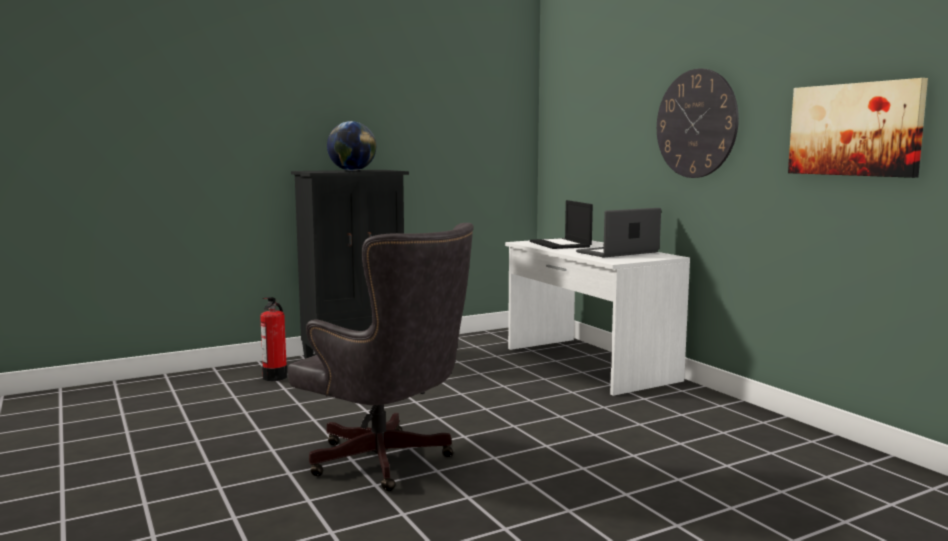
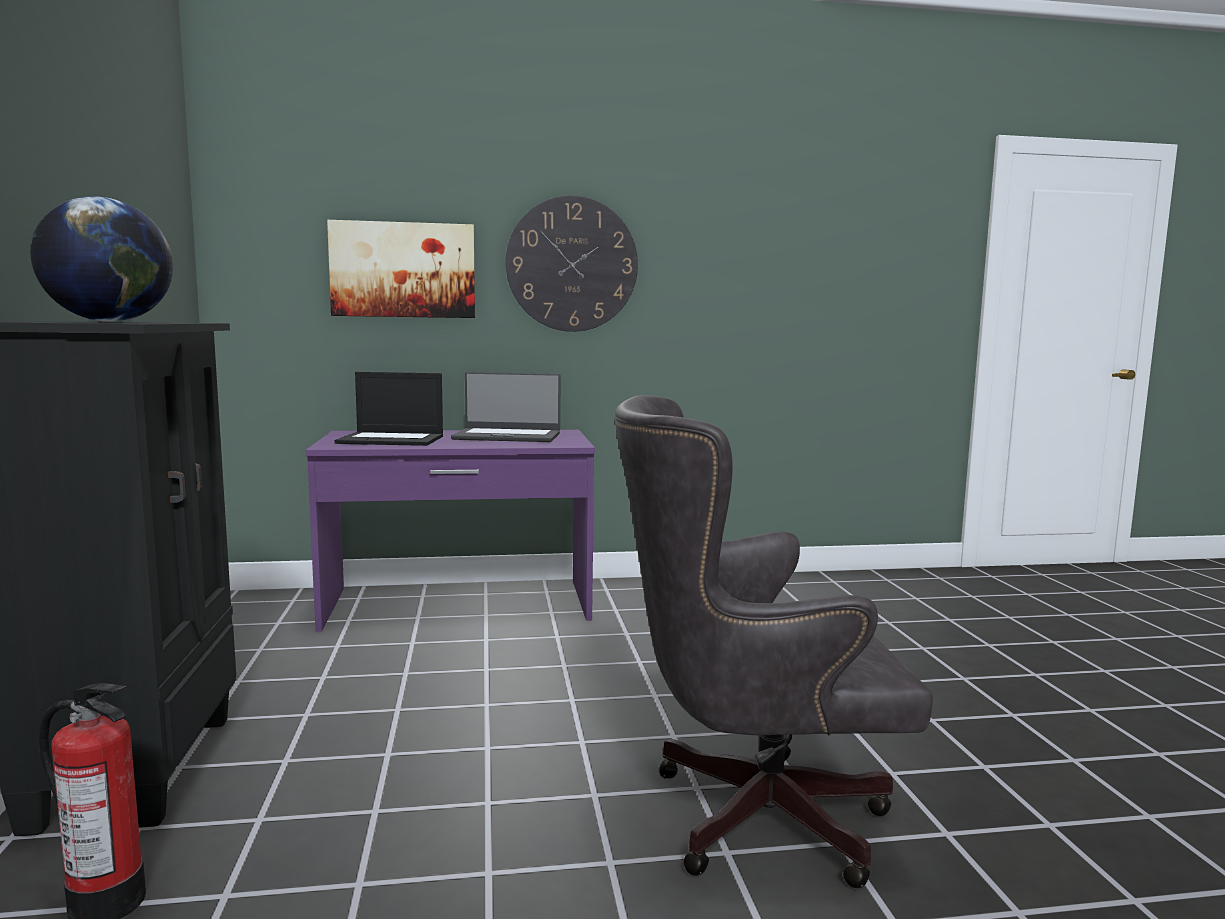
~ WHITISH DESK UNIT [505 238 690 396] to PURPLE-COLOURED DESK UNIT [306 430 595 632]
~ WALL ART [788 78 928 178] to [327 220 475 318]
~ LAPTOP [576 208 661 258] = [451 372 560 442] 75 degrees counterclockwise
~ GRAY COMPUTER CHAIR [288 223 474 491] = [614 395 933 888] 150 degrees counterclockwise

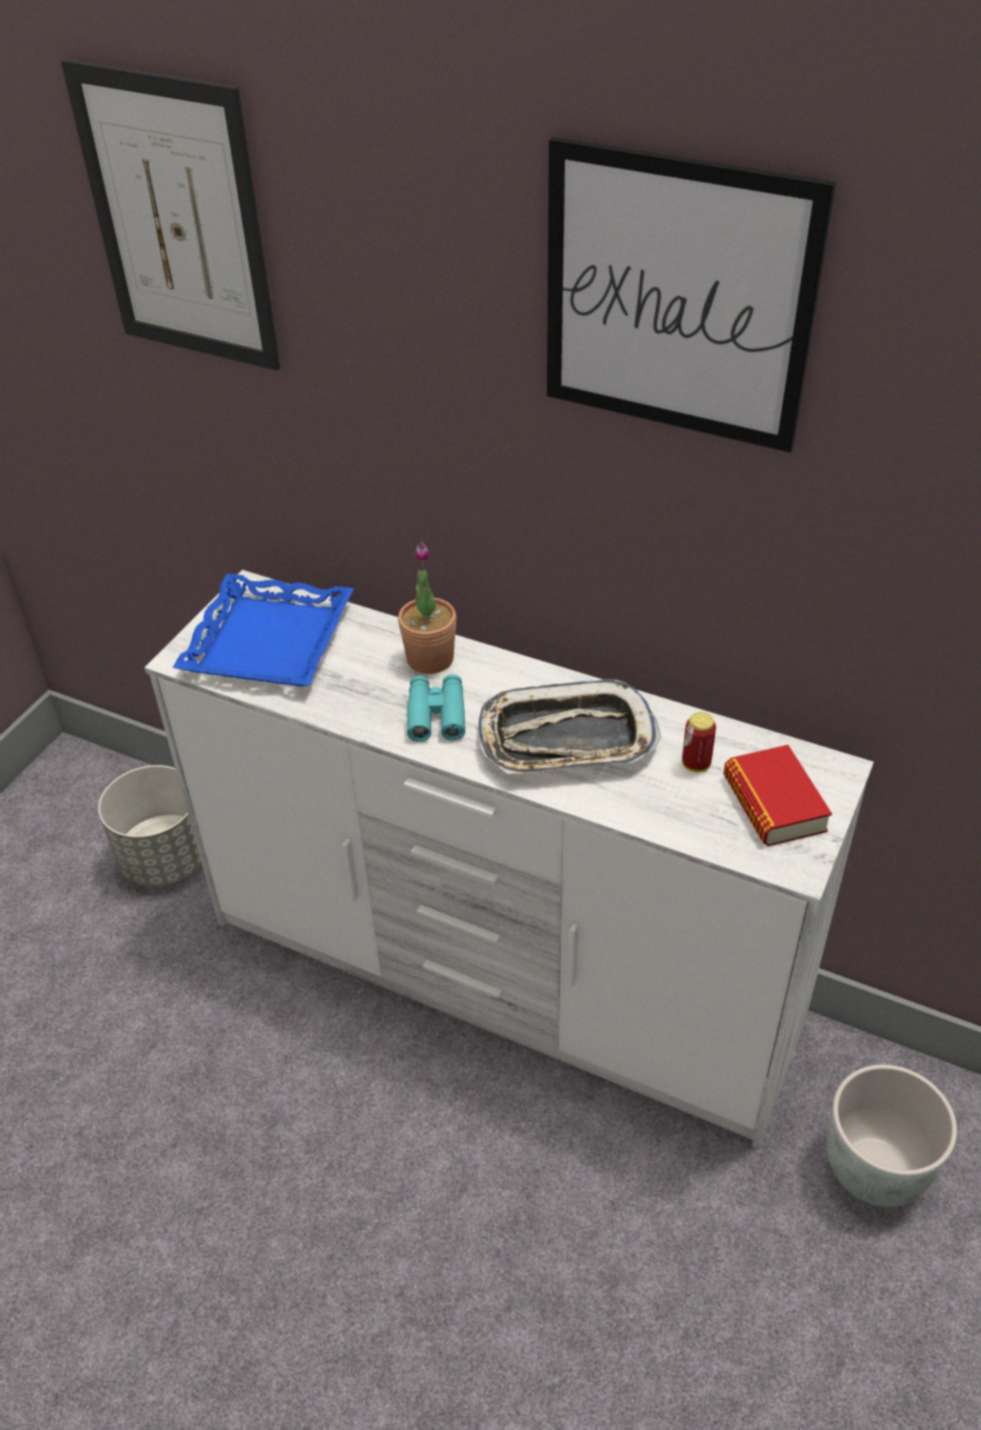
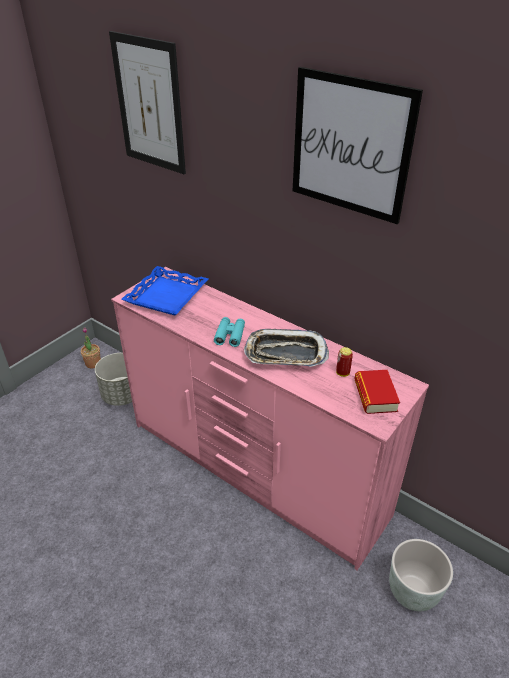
~ PLANT IN A POT [398 542 456 674] to [81 327 101 368]
~ WHITISH DRESSER [144 570 874 1148] to PINK-COLOURED DRESSER [111 267 429 570]

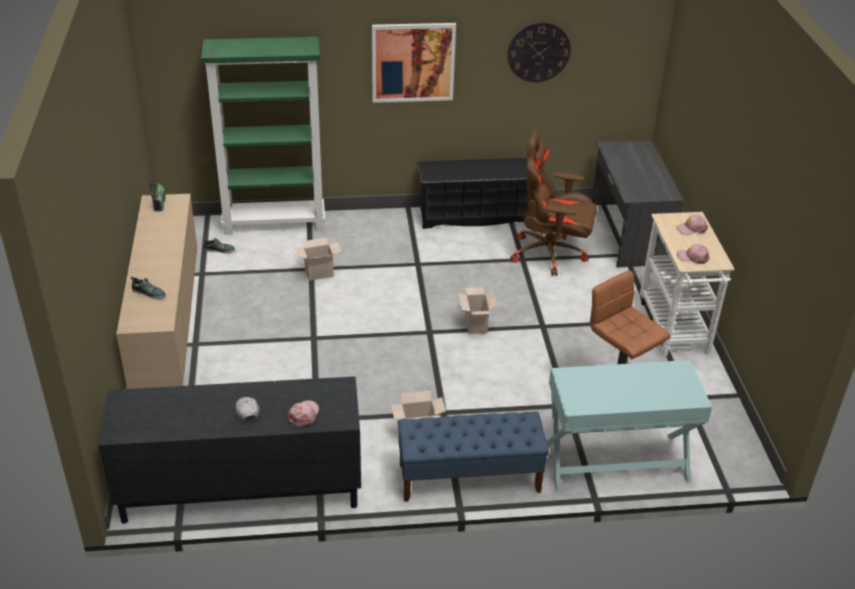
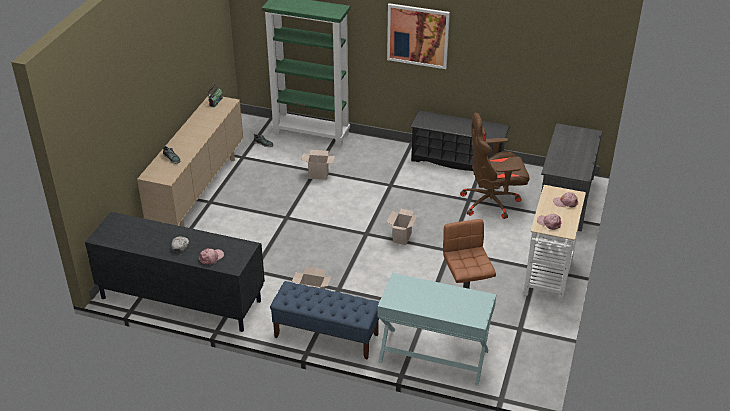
~ BROWN-COLOURED COMPUTER CHAIR [510 130 597 276] = [460 112 530 219] 45 degrees counterclockwise
- HANGING CLOCK [507 22 571 82]

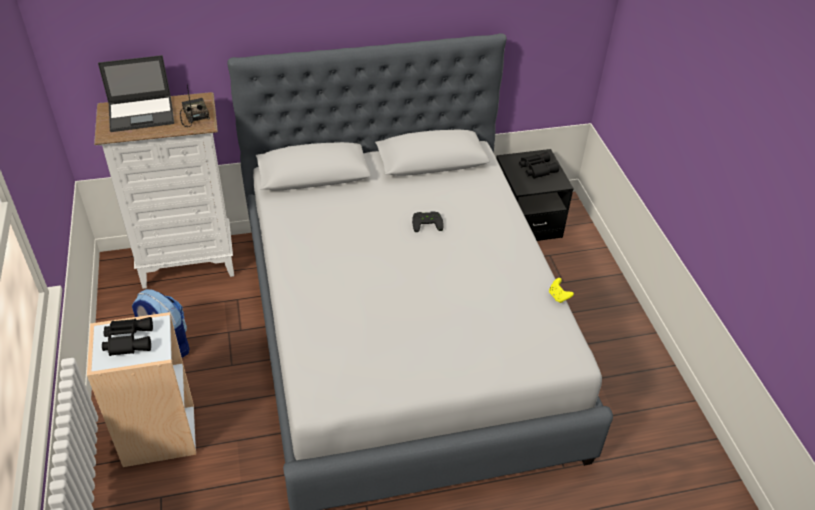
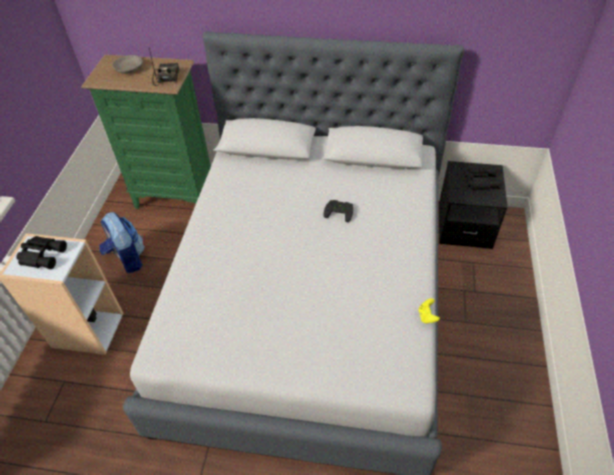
~ WHITISH DRESSER [94 92 234 289] to GREEN DRESSER [81 55 211 209]
~ LAPTOP [98 55 174 132] to GRAY BOWL [112 55 143 74]

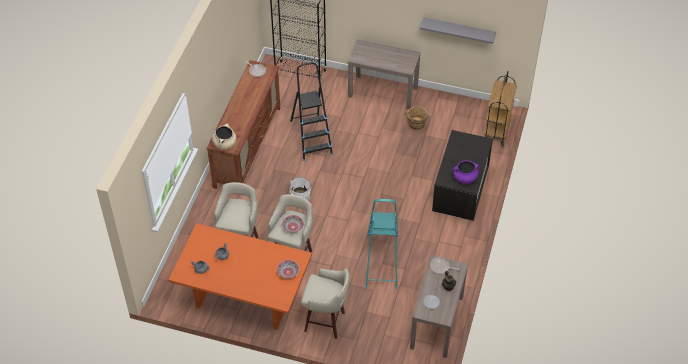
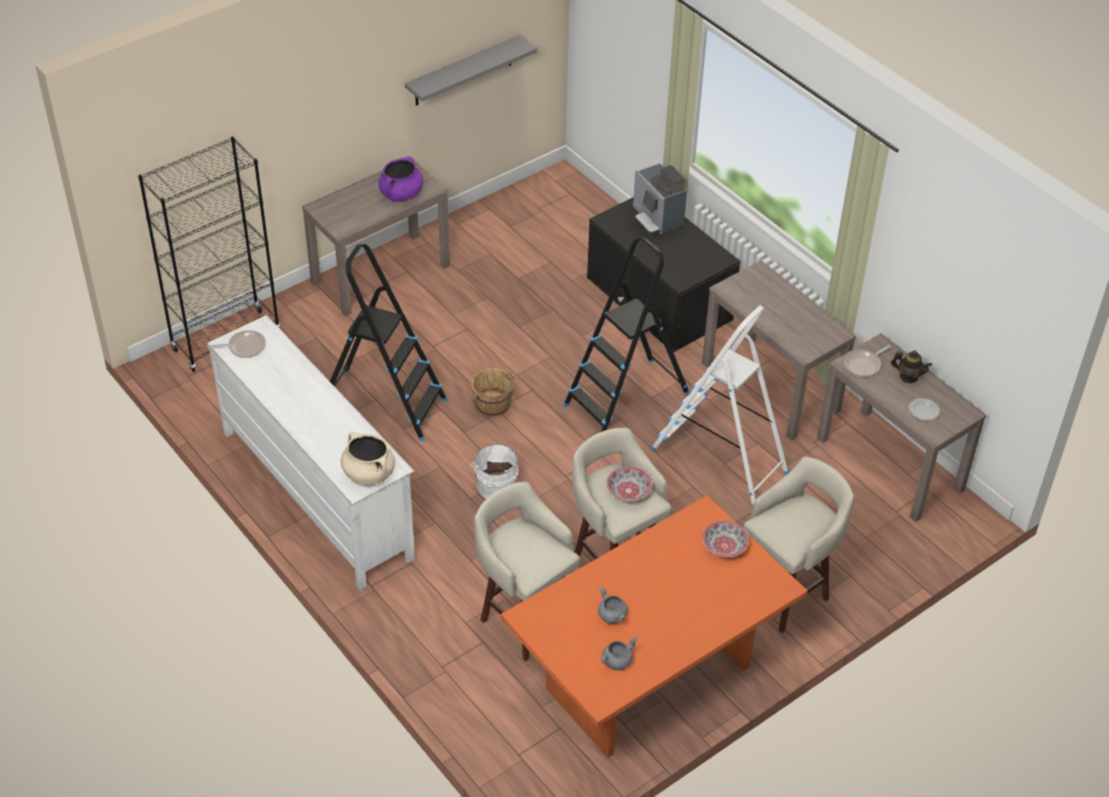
~ BROWN-COLOURED DRESSER [207 60 280 189] to WHITISH DRESSER [207 315 415 591]
~ PURPLE-COLOURED STOCKPOT [453 161 479 184] to [379 156 423 201]
~ BROWN-COLOURED BUCKET [404 106 430 130] to [470 368 514 417]
+ BLACKISH STEP STOOL [563 237 690 432]
+ COFFEE MAKER [633 164 687 238]
~ TURQUOISE STEP STOOL [366 199 398 289] to WHITISH STEP STOOL [651 305 789 507]
+ BROWN-COLOURED NARROW TABLE [702 260 856 440]
- BROWN-COLOURED WHEELED CART [484 71 517 147]

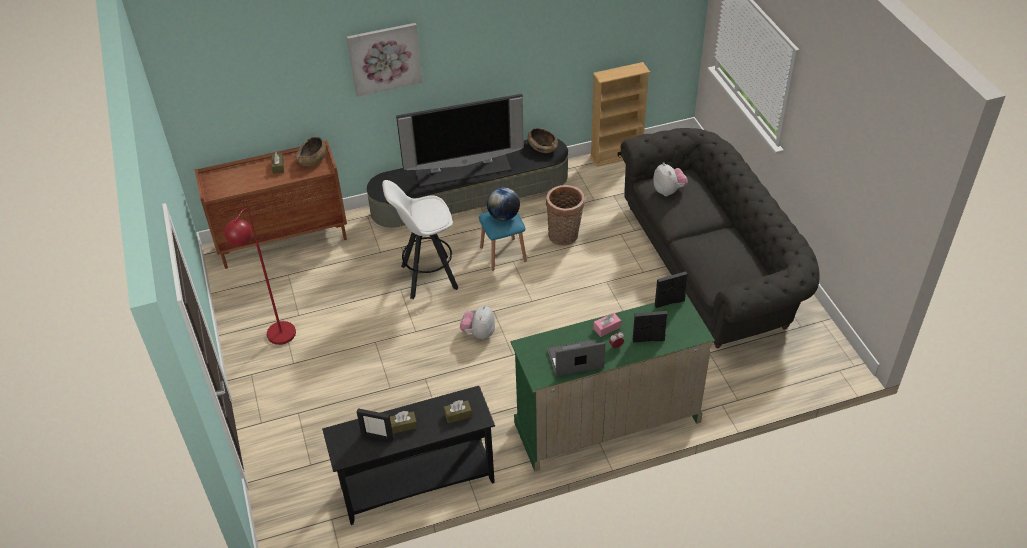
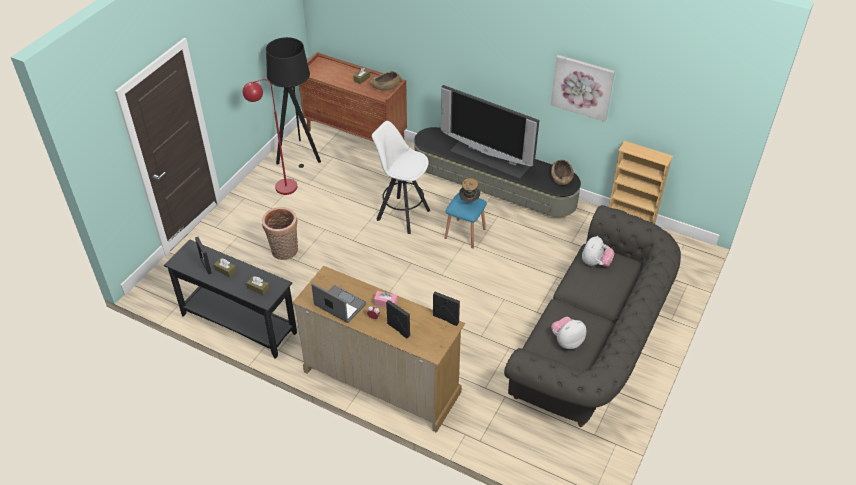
~ STORAGE BASKET [546 185 585 246] to [262 207 298 260]
+ BLACKISH STANDARD LAMP [266 37 321 168]
~ GREEN DRESSER [510 294 715 471] to BROWN-COLOURED DRESSER [292 266 465 433]
~ GLOBE [487 187 520 221] to CLOTHING HAT [459 178 480 203]
~ WALL ART [347 23 422 97] to [551 55 615 122]
~ SOFT TOY [460 305 495 339] to [551 317 586 349]

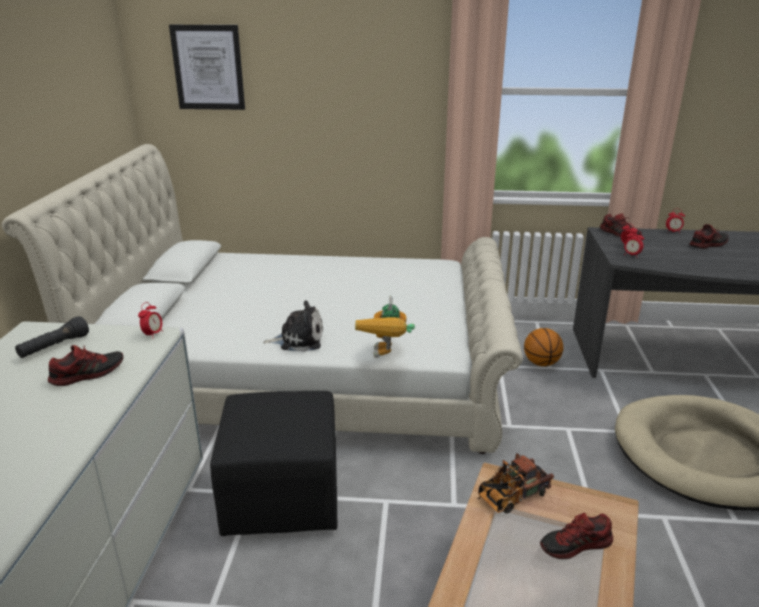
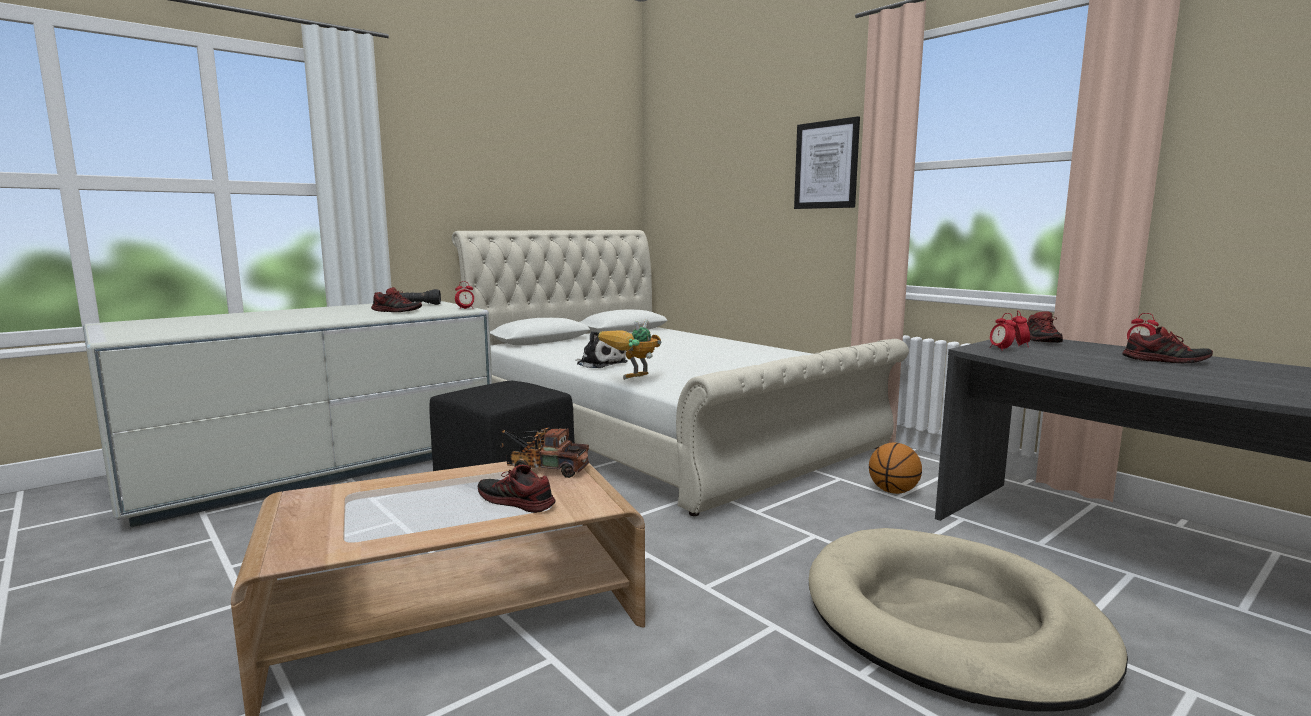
~ WALL ART [169 25 245 110] to [794 116 860 209]

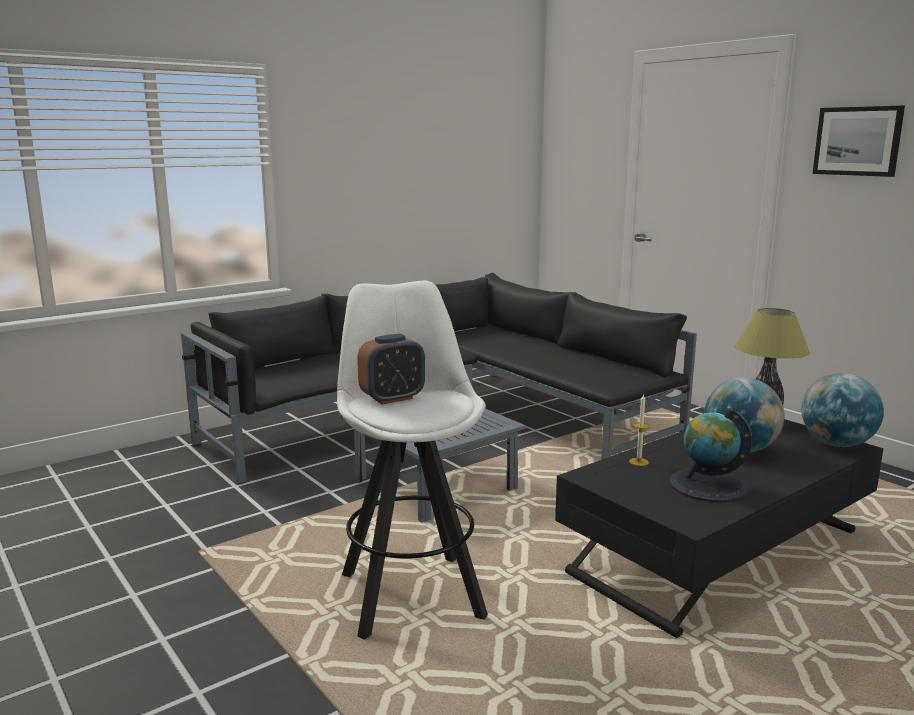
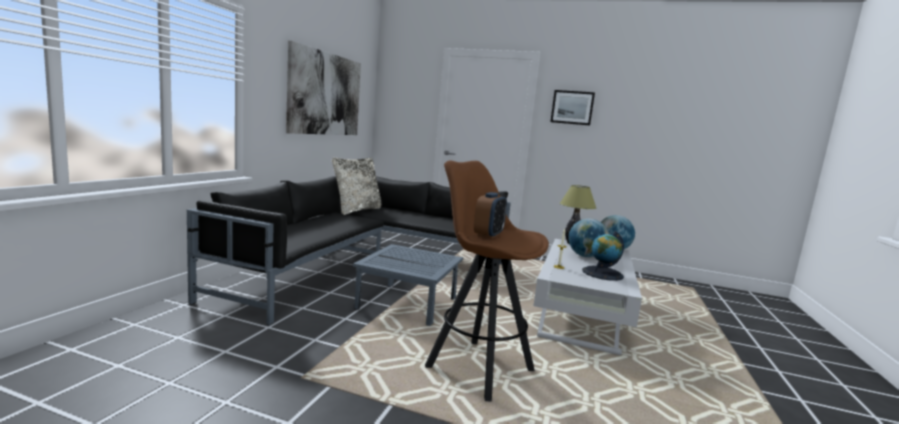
+ WALL ART [286 41 361 135]
+ BEIGE THROW PILLOW [332 158 381 215]
~ WHITISH STOOL SEAT [337 281 488 640] to BROWN-COLOURED STOOL SEAT [425 160 549 402]
~ BLACKISH LOUNGE TABLE [555 419 883 638] to WHITISH LOUNGE TABLE [534 239 642 355]

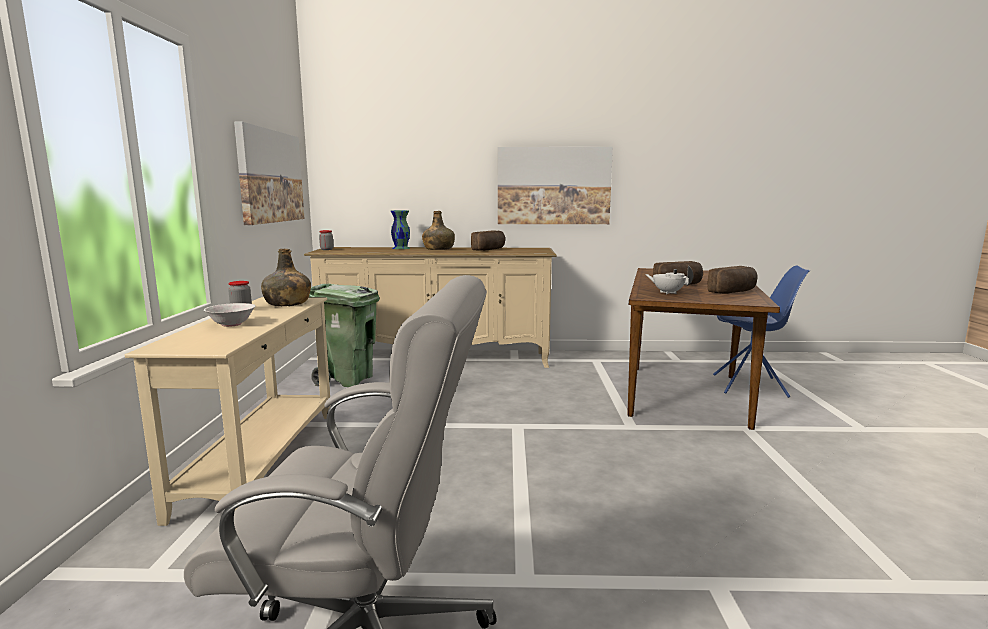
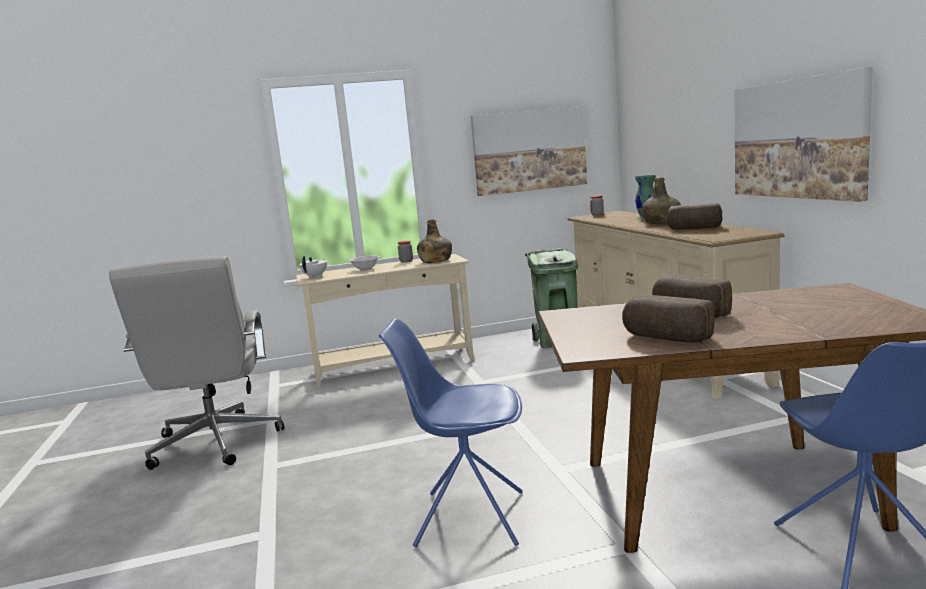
~ WHITISH POT FOR TEA [645 266 693 294] to [299 256 327 278]
+ BLUE-COLOURED CHAIR [379 319 523 547]

